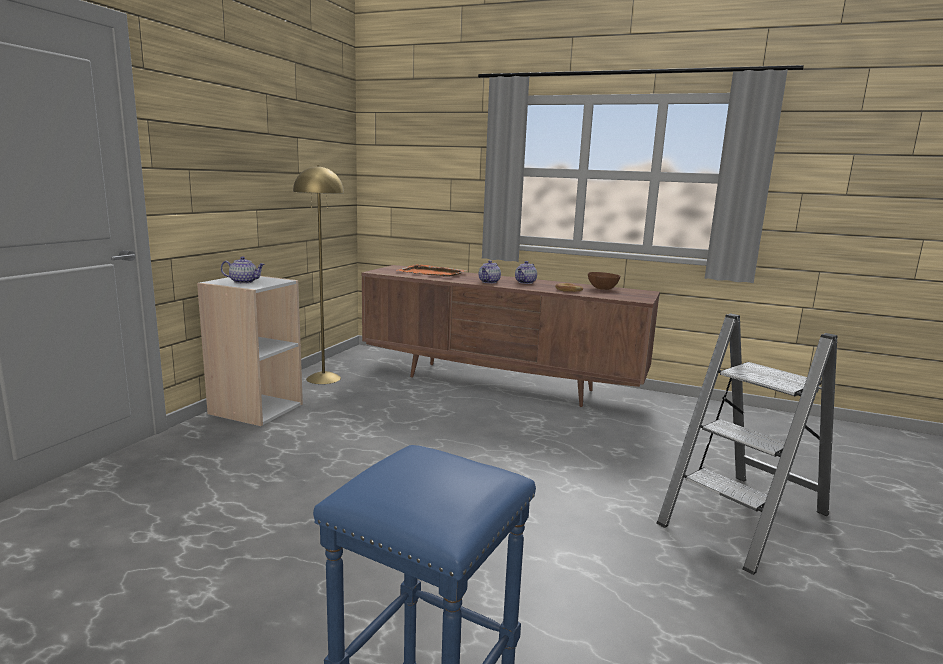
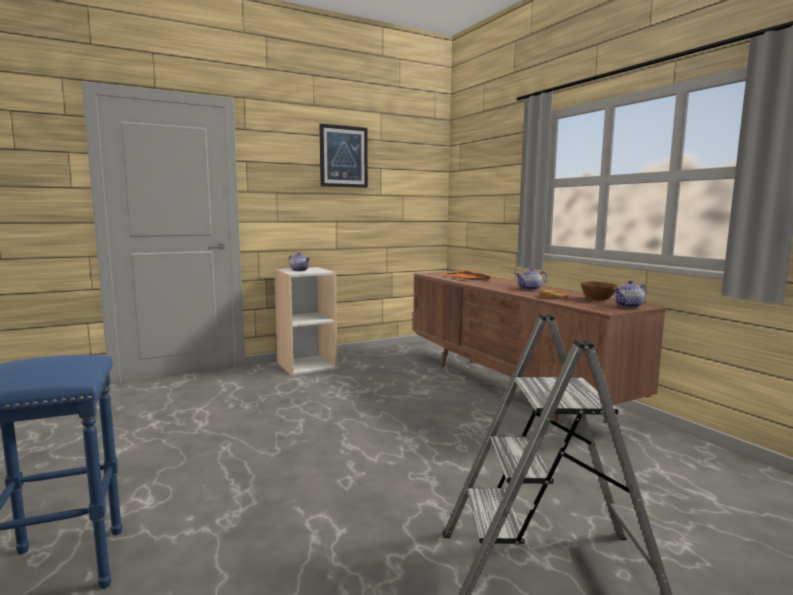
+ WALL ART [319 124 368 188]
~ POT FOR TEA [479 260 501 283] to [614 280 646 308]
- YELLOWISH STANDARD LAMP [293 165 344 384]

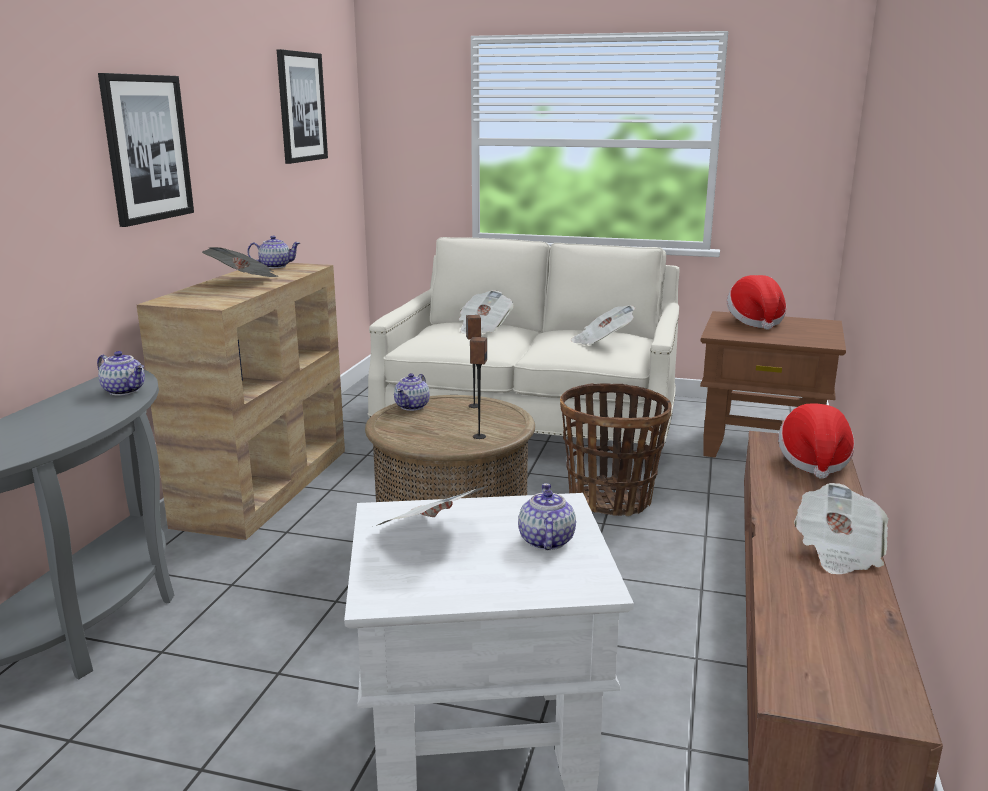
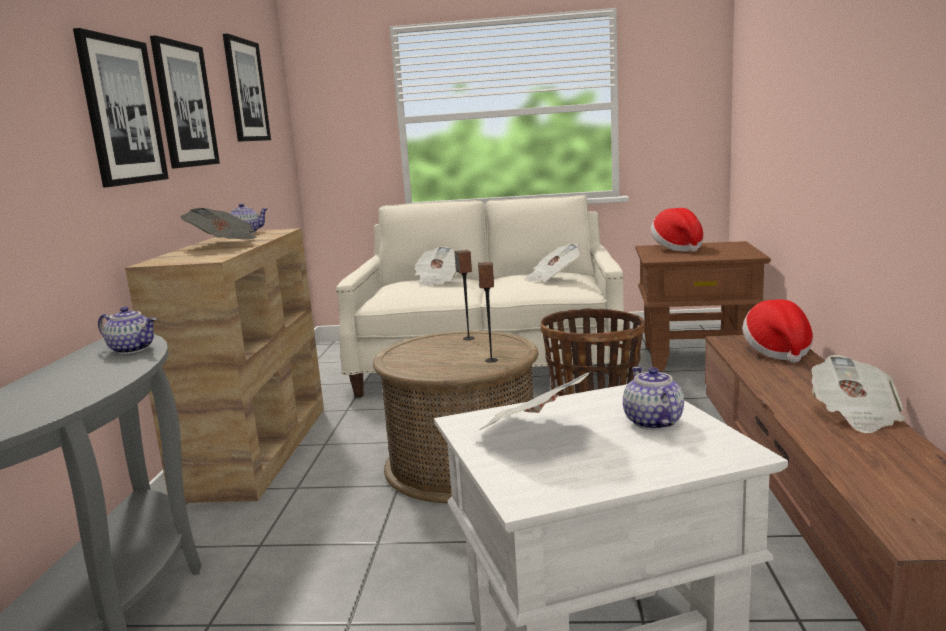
+ WALL ART [150 35 220 169]
- POT FOR TEA [394 373 430 411]

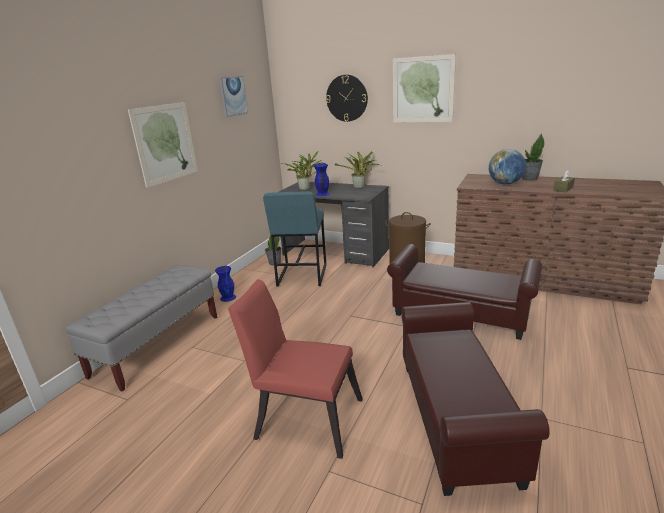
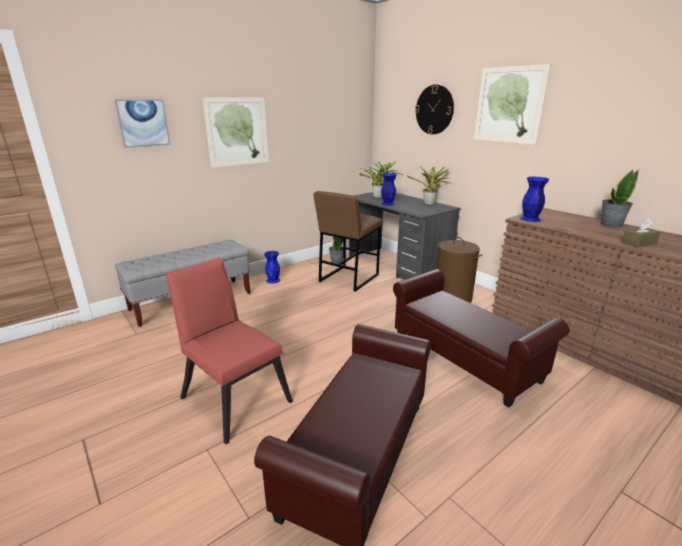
~ WALL ART [219 76 248 117] to [114 99 170 148]
~ BLUE-COLOURED STOOL SEAT [263 192 327 286] to BROWN-COLOURED STOOL SEAT [313 191 382 292]
+ BLUE-COLOURED VASE [520 177 549 222]
- GLOBE [489 149 526 185]

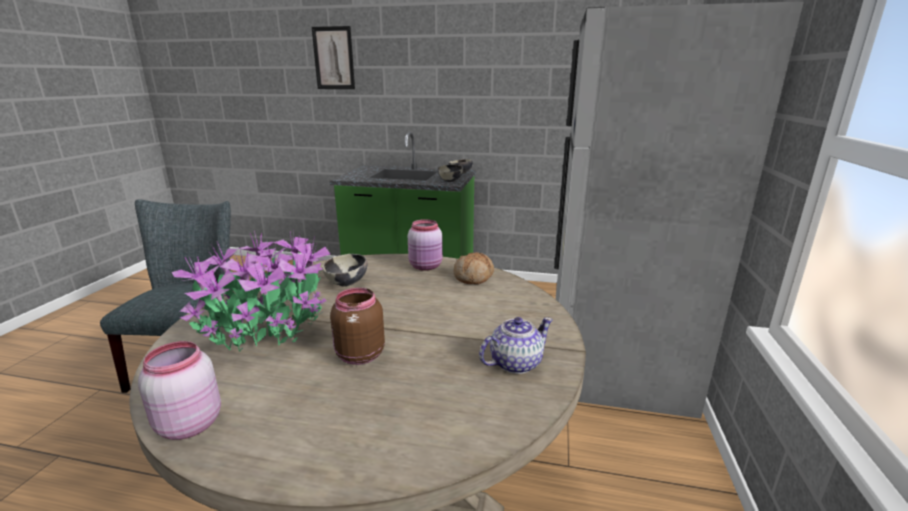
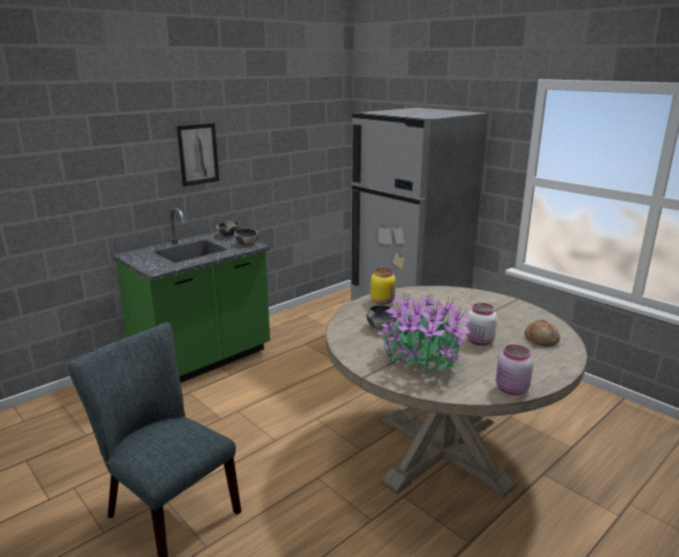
~ WALL ART [311 26 355 89] to [177 123 219 186]
~ PINK-COLOURED STORAGE JAR [408 219 443 271] to YELLOWISH STORAGE JAR [371 268 396 305]
~ BROWN-COLOURED STORAGE JAR [330 288 385 365] to WHITISH STORAGE JAR [466 303 497 346]
~ BAKED BREAD [453 252 494 284] to [524 320 560 346]
- POT FOR TEA [479 317 553 374]

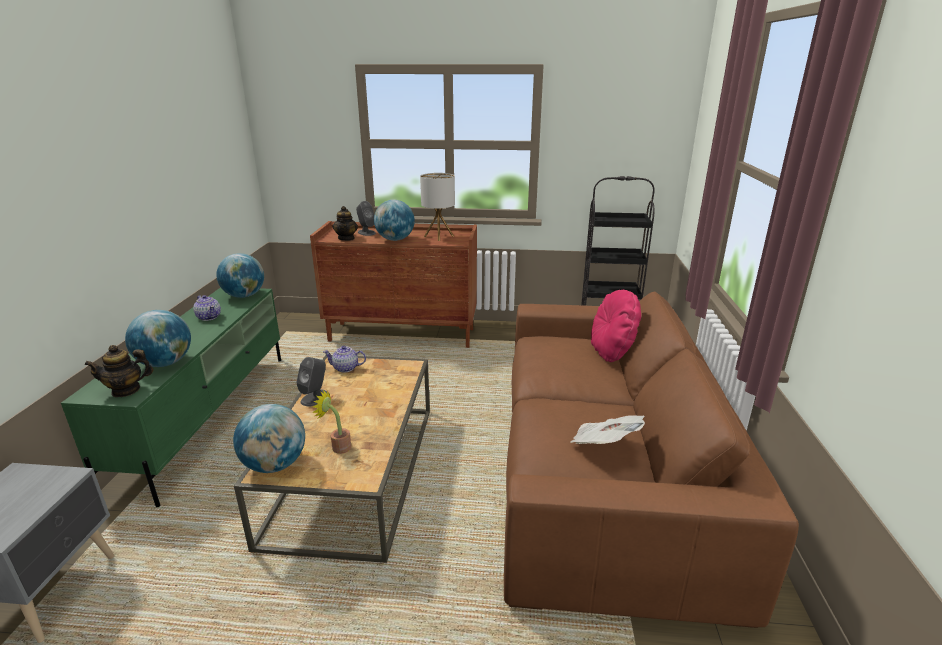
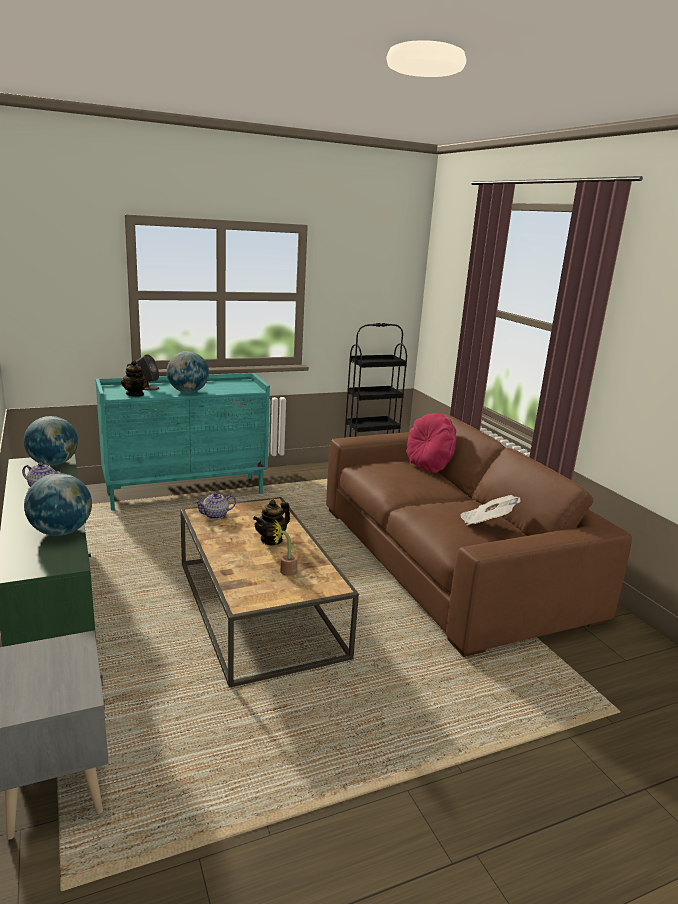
~ BROWN-COLOURED STORAGE CABINET [310 221 477 348] to TURQUOISE STORAGE CABINET [96 373 270 510]
~ POT FOR TEA [84 345 154 397] to [253 499 290 546]
- GLOBE [233 404 305 473]
- GRAY SPEAKER [296 357 330 407]
- TABLE LAMP [420 173 455 241]

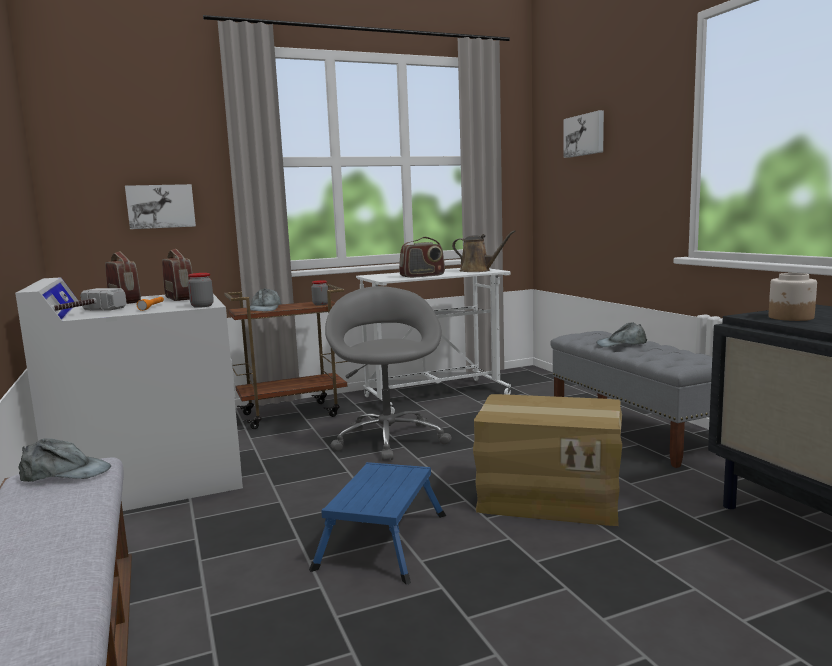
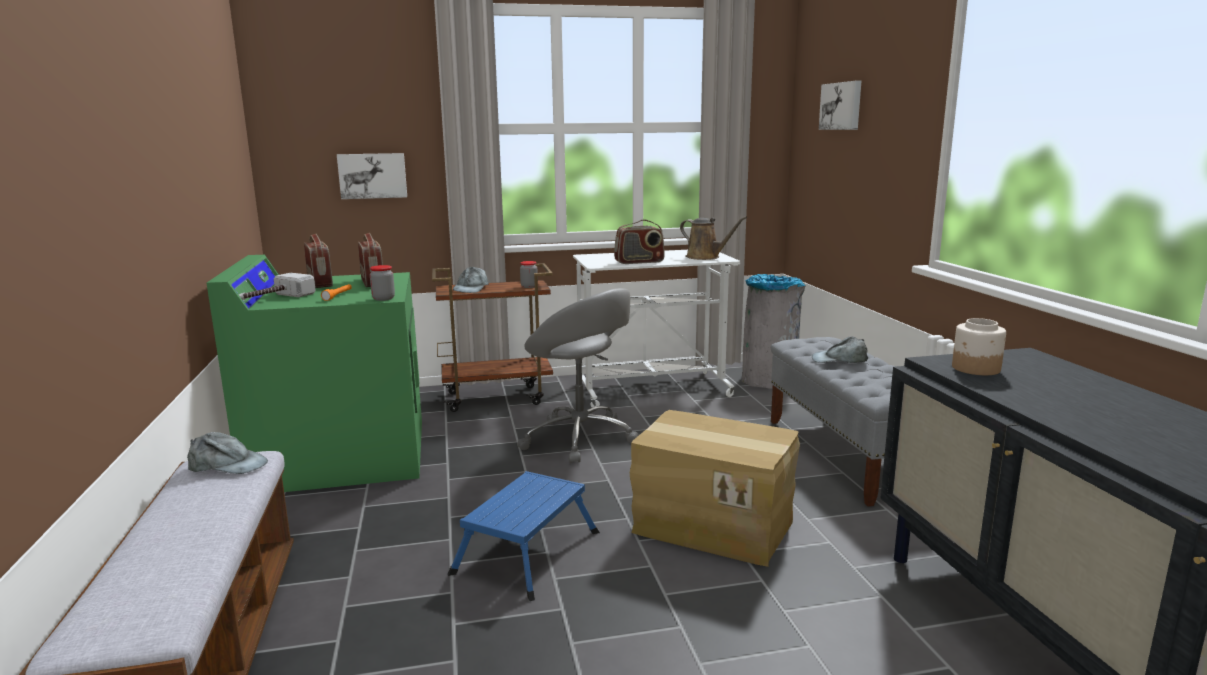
~ WHITISH LAUNDRY MACHINE [15 277 243 511] to GREEN LAUNDRY MACHINE [207 255 422 492]
~ GRAY COMPUTER CHAIR [325 286 452 461] = [517 288 639 463] 135 degrees clockwise
+ GRAY TRASH CAN [742 274 806 389]

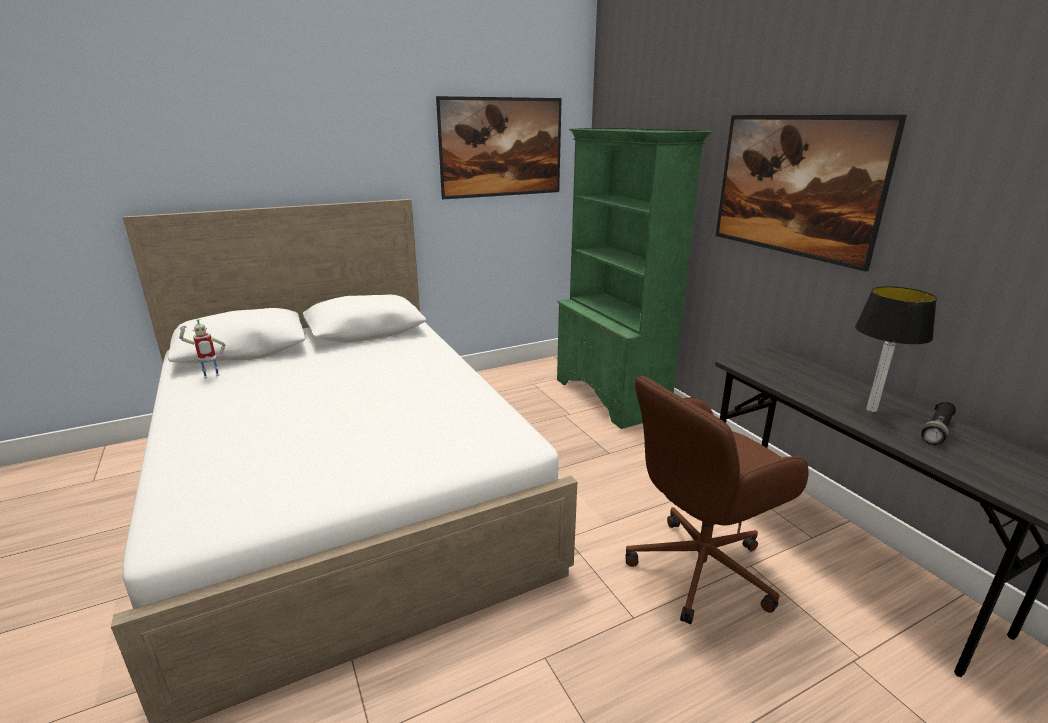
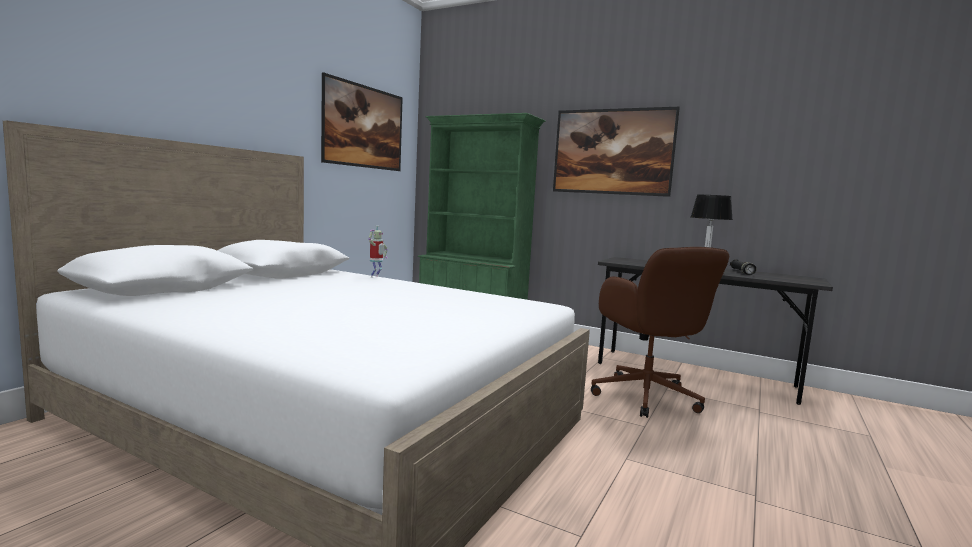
~ MODEL ROBOT [179 318 225 379] to [368 226 388 278]
~ BROWN-COLOURED COMPUTER CHAIR [626 375 809 624] = [591 247 729 418] 45 degrees counterclockwise

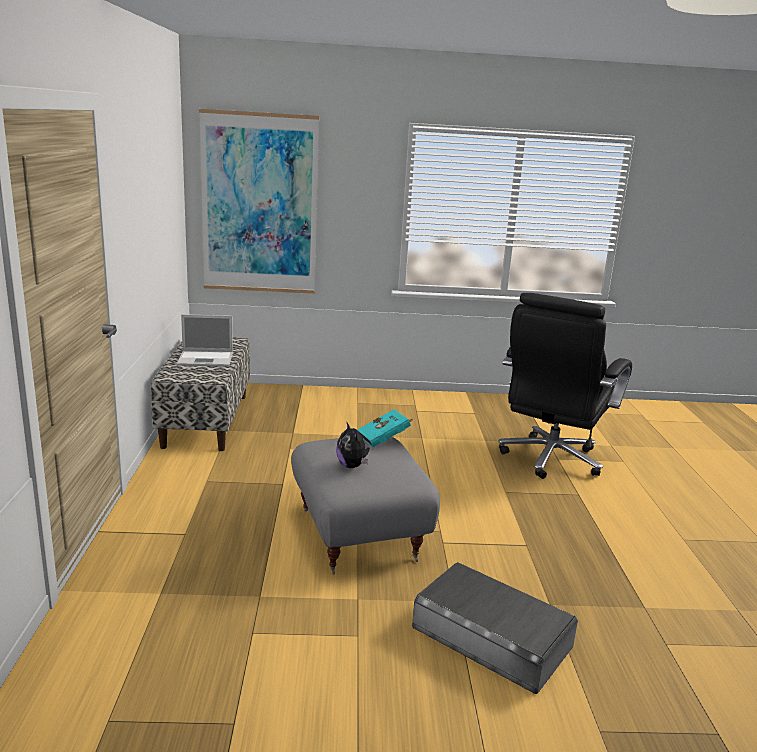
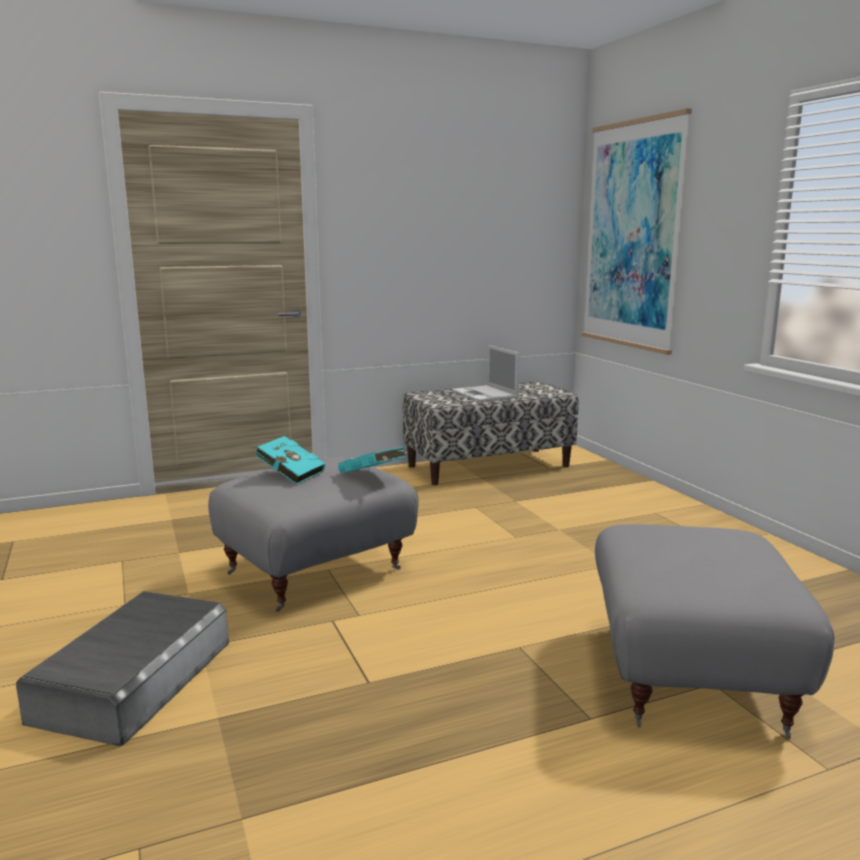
~ SOFT TOY [336 423 370 468] to TURQUOISE BOOK [255 436 325 485]
~ BLACKISH COMPUTER CHAIR [498 293 632 479] to GRAY POUFFE [595 524 834 739]

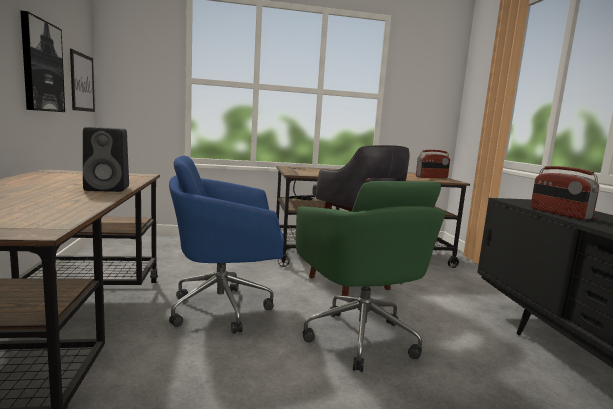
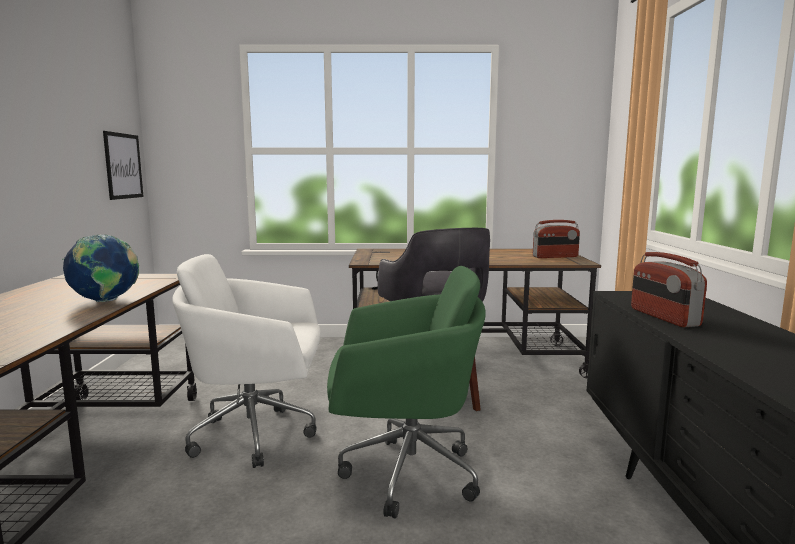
~ BLACKISH SPEAKER [83 127 129 192] to GLOBE [63 234 139 302]
~ BLUE-COLOURED COMPUTER CHAIR [169 156 284 334] to WHITISH COMPUTER CHAIR [172 254 321 468]
~ GREEN COMPUTER CHAIR [296 181 445 372] = [327 266 486 519] 75 degrees counterclockwise
- WALL ART [20 11 65 112]

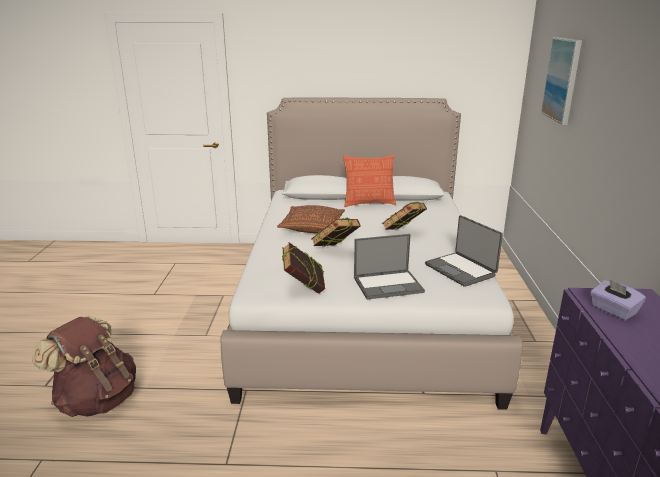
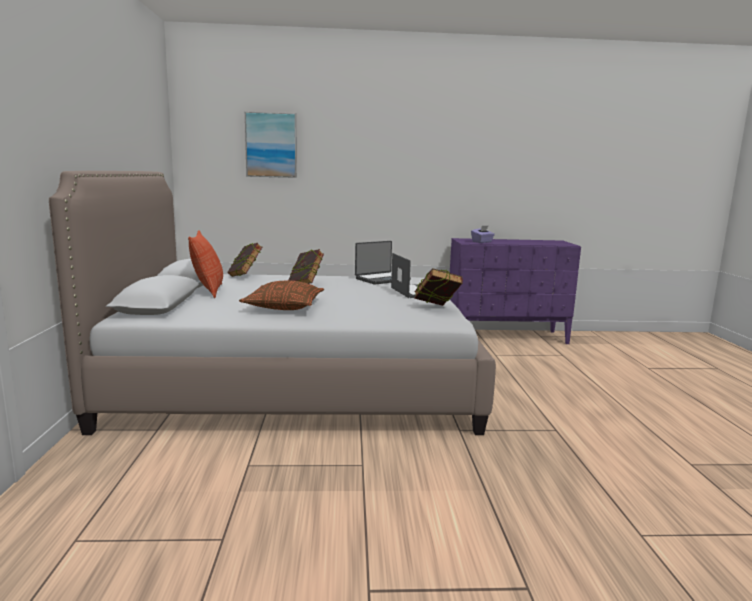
~ BOOK [312 217 361 247] to [227 243 262 277]
- BROWN-COLOURED RUCKSACK [32 316 136 417]

